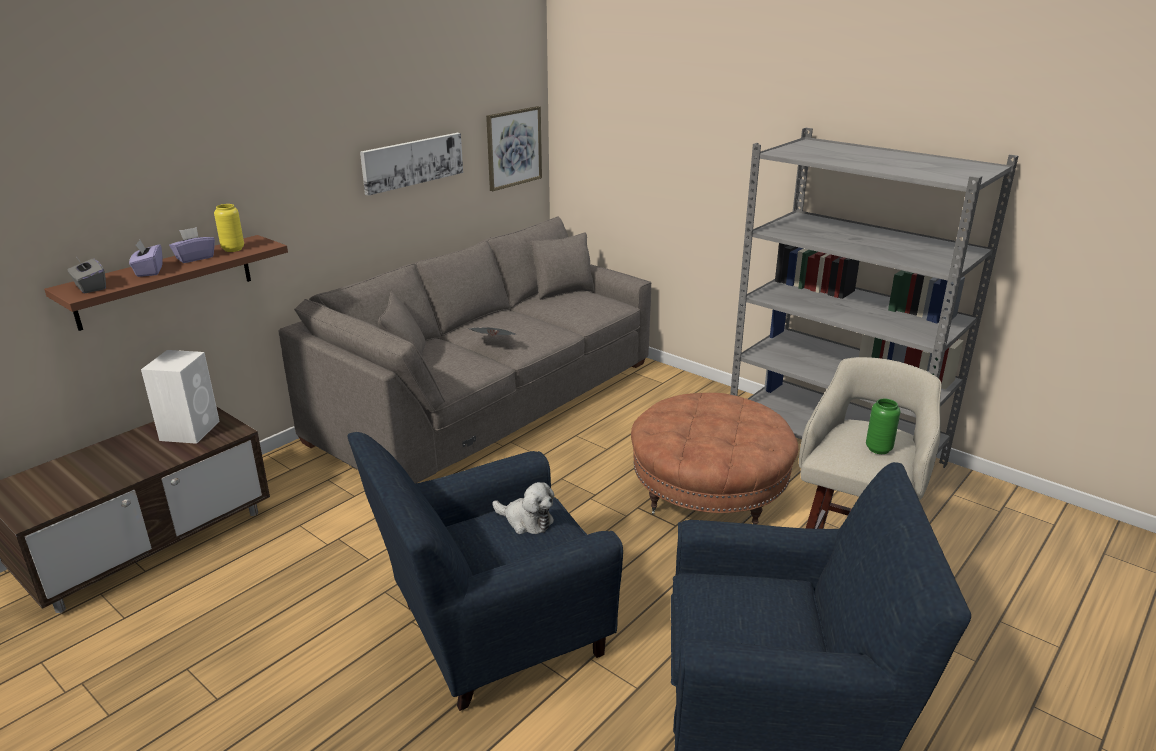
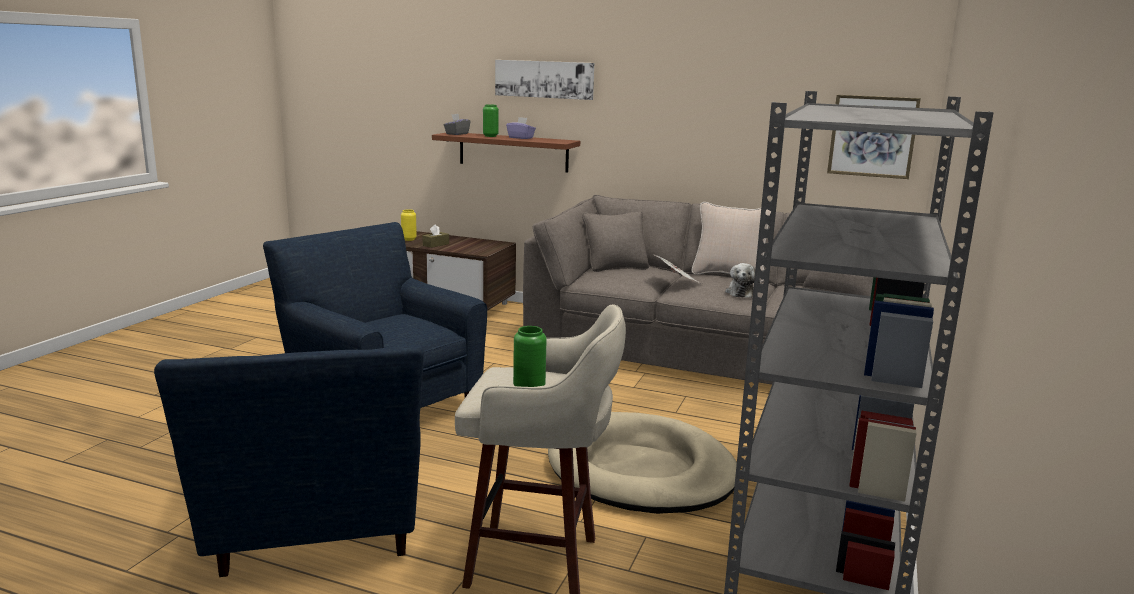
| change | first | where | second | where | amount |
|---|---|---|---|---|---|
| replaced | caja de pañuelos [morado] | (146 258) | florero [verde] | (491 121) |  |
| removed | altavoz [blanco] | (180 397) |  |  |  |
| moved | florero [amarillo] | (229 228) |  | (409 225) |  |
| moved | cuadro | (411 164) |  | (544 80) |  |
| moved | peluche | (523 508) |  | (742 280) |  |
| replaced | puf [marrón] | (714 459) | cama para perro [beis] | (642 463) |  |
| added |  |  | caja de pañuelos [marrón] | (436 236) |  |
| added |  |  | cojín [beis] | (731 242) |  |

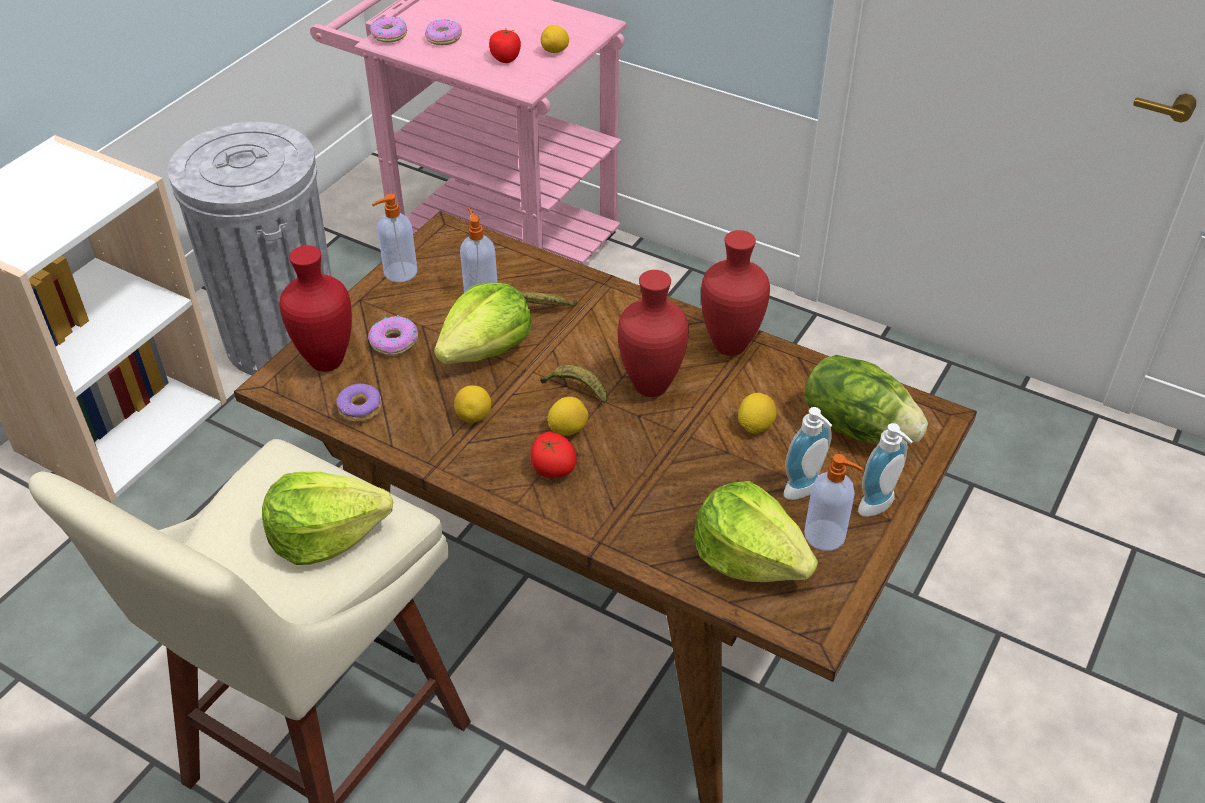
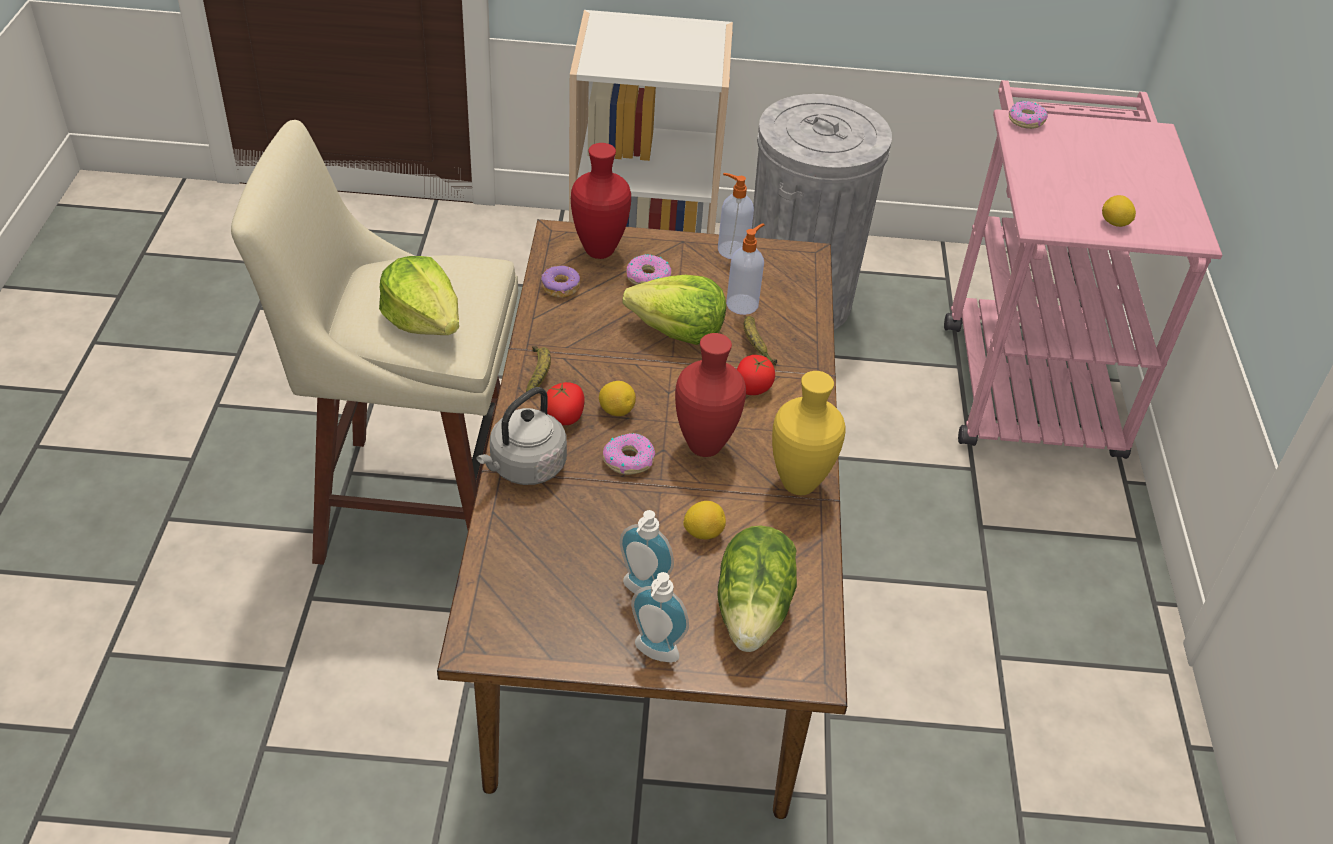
| change | first | where | second | where | amount |
|---|---|---|---|---|---|
| moved | rosquilla | (443 32) |  | (629 454) |  |
| removed | limón | (472 404) |  |  |  |
| moved | tomate | (505 46) |  | (756 375) |  |
| moved | plátano | (573 384) |  | (538 369) |  |
| removed | lechuga | (756 531) |  |  |  |
| recoloured | florero [rojo] | (735 293) | florero [amarillo] | (809 433) |  |
| removed | dispensador de jabón | (833 502) |  |  |  |
| added |  |  | hervidor [gris] | (521 436) |  |

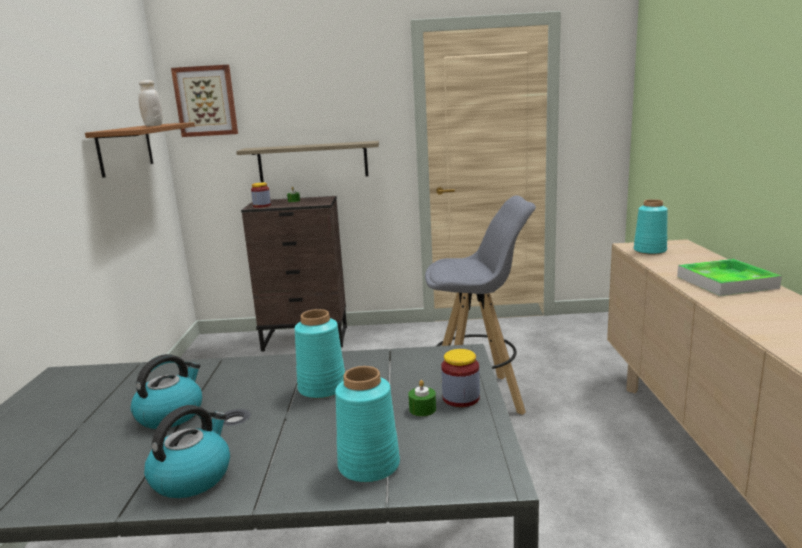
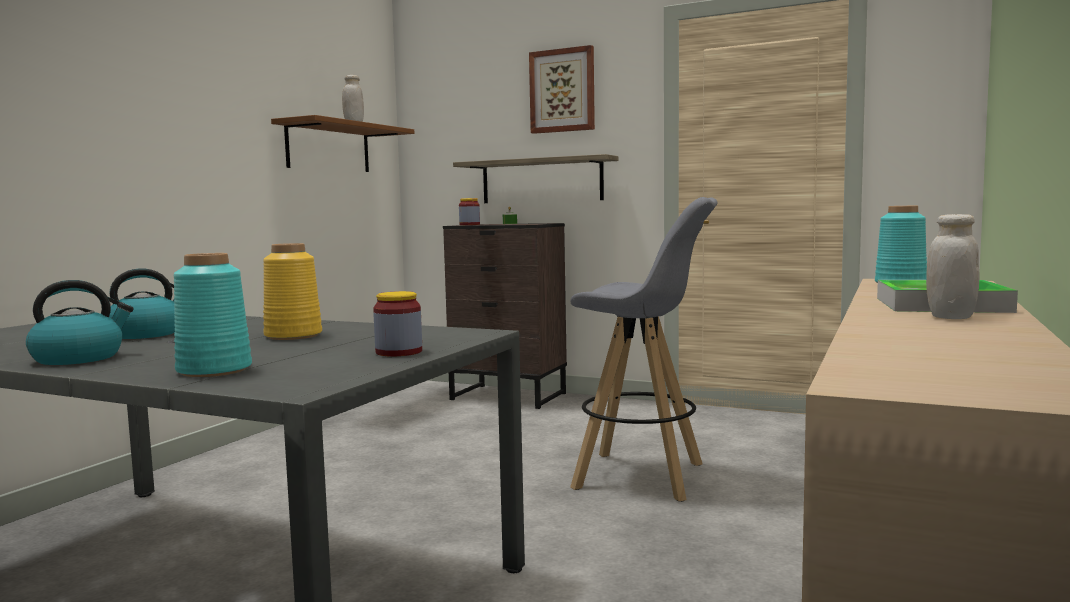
| change | first | where | second | where | amount |
|---|---|---|---|---|---|
| moved | cuadro | (204 101) |  | (562 89) |  |
| recoloured | florero [turquesa] | (319 354) | florero [amarillo] | (292 291) |  |
| removed | vela [verde] | (422 398) |  |  |  |
| added |  |  | tarro [blanco] | (953 266) |  |

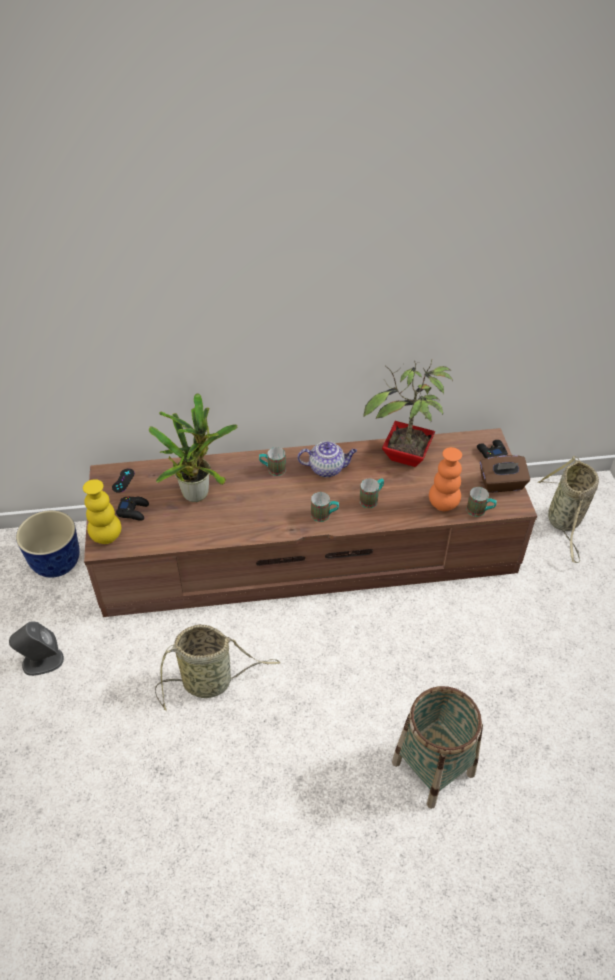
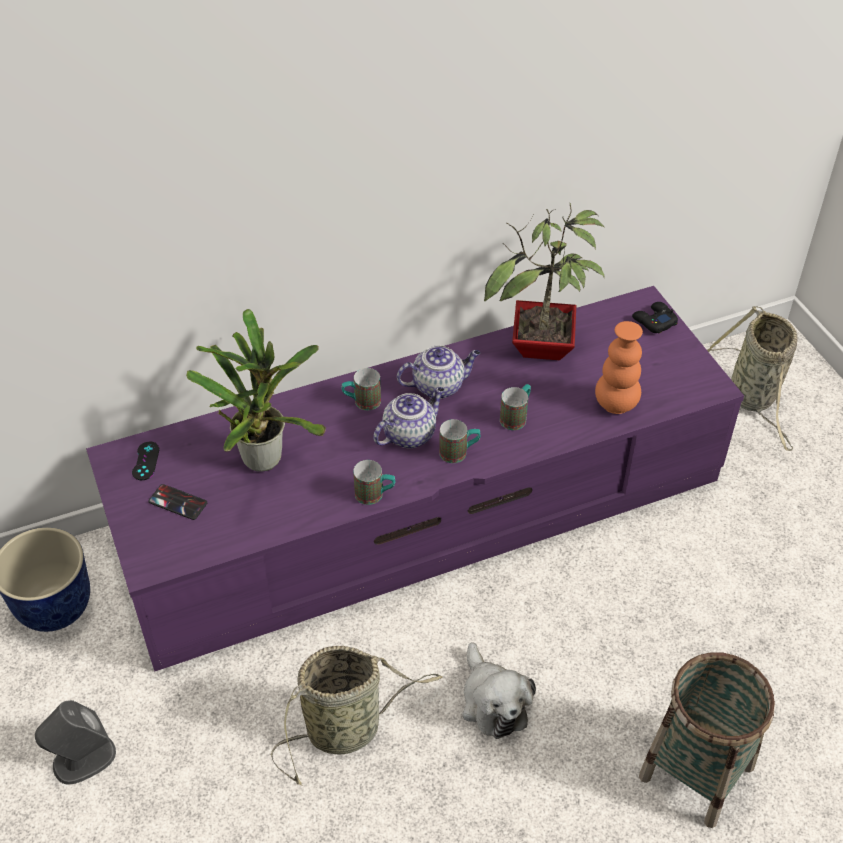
| change | first | where | second | where | amount |
|---|---|---|---|---|---|
| removed | florero [amarillo] | (102 511) |  |  |  |
| recoloured | mueble de televisión [marrón] | (310 522) | mueble de televisión [morado] | (415 479) |  |
| replaced | mando de consola [negro] | (132 508) | móvil | (178 502) |  |
| moved | taza grande | (482 502) |  | (374 482) |  |
| removed | caja de pañuelos [marrón] | (505 474) |  |  |  |
| added |  |  | tetera | (408 417) |  |
| added |  |  | peluche | (499 690) |  |

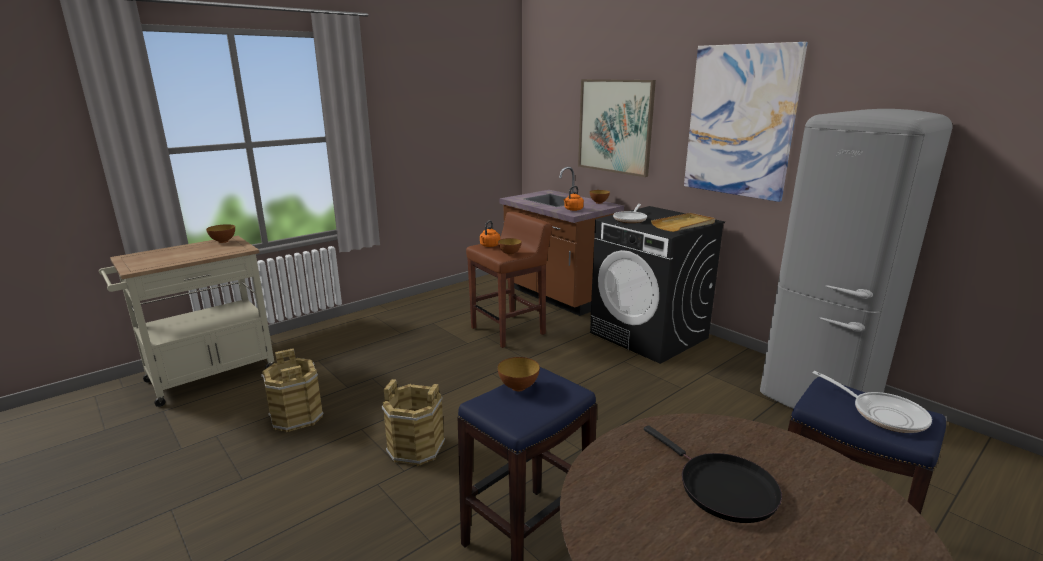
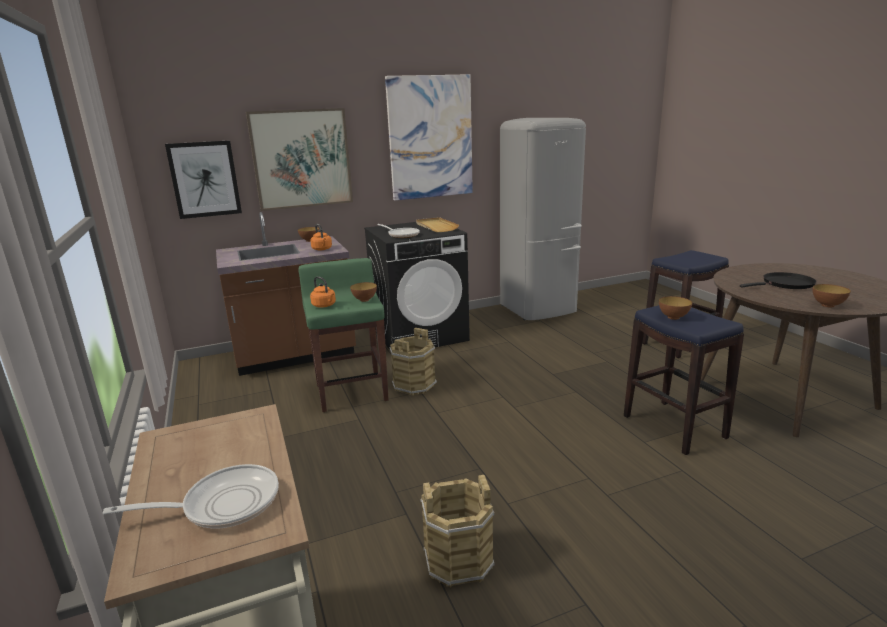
| change | first | where | second | where | amount |
|---|---|---|---|---|---|
| moved | cuenco | (220 233) |  | (831 296) |  |
| moved | cubo [marrón] | (413 422) |  | (413 361) |  |
| recoloured | taburete [marrón] | (509 280) | taburete [verde] | (343 335) |  |
| moved | sartén | (872 402) |  | (191 496) |  |
| added |  |  | cuadro | (203 179) |  |

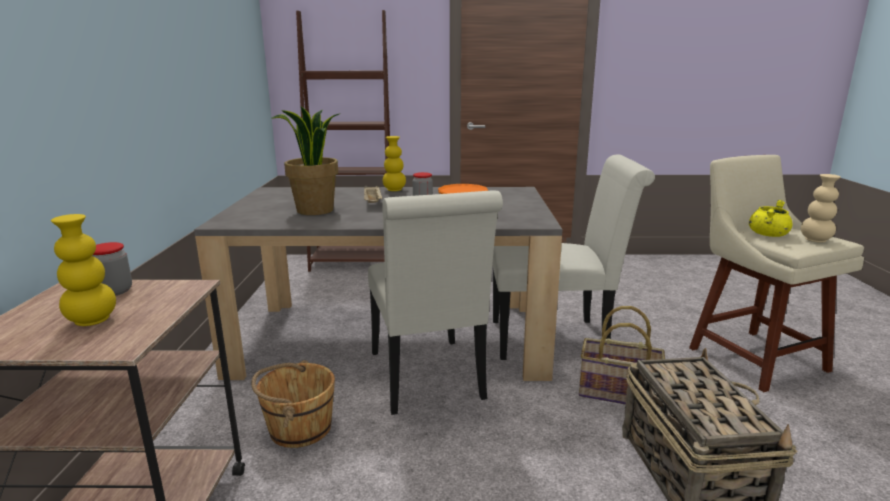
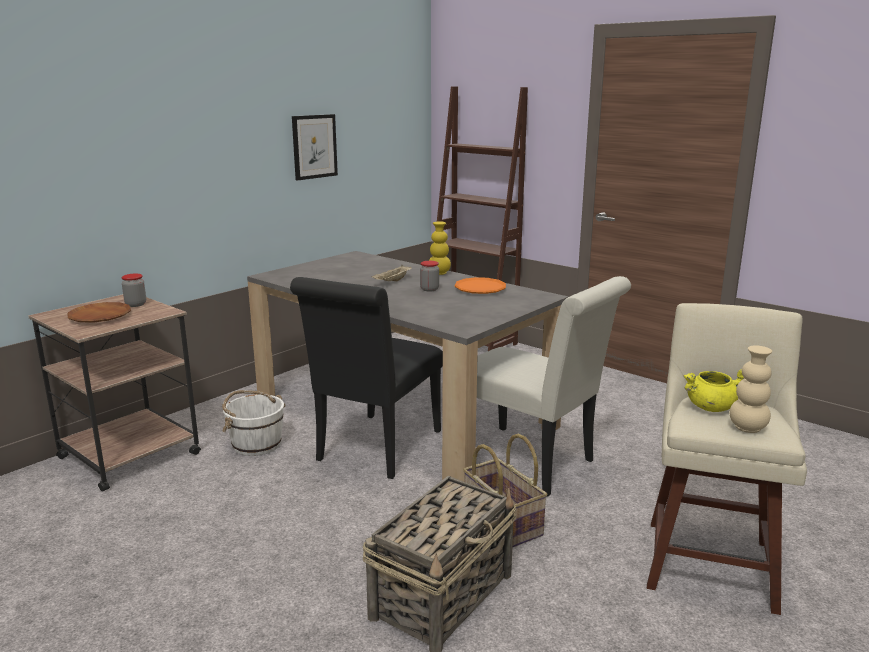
| change | first | where | second | where | amount |
|---|---|---|---|---|---|
| replaced | florero [amarillo] | (83 270) | plato [marrón] | (99 312) |  |
| recoloured | cubo [marrón] | (293 404) | cubo [blanco] | (254 423) |  |
| removed | planta en maceta | (306 160) |  |  |  |
| recoloured | silla [blanco] | (435 302) | silla [negro] | (366 378) |  |
| added |  |  | cuadro | (315 147) |  |

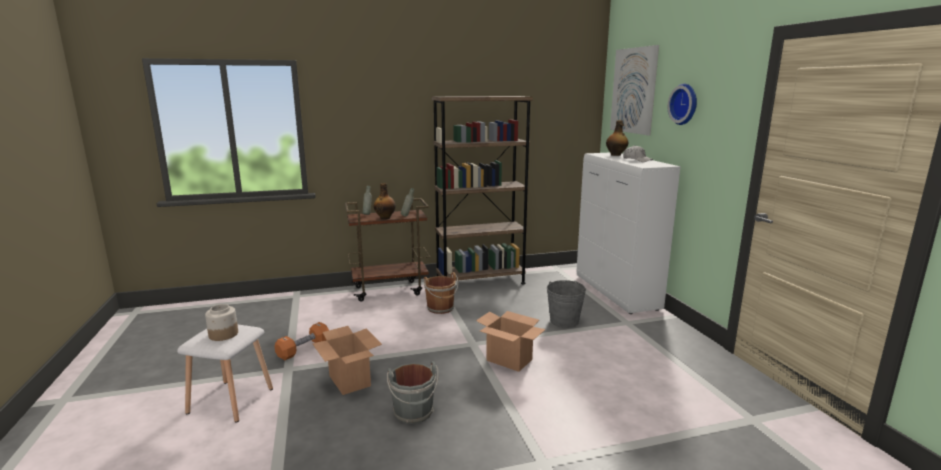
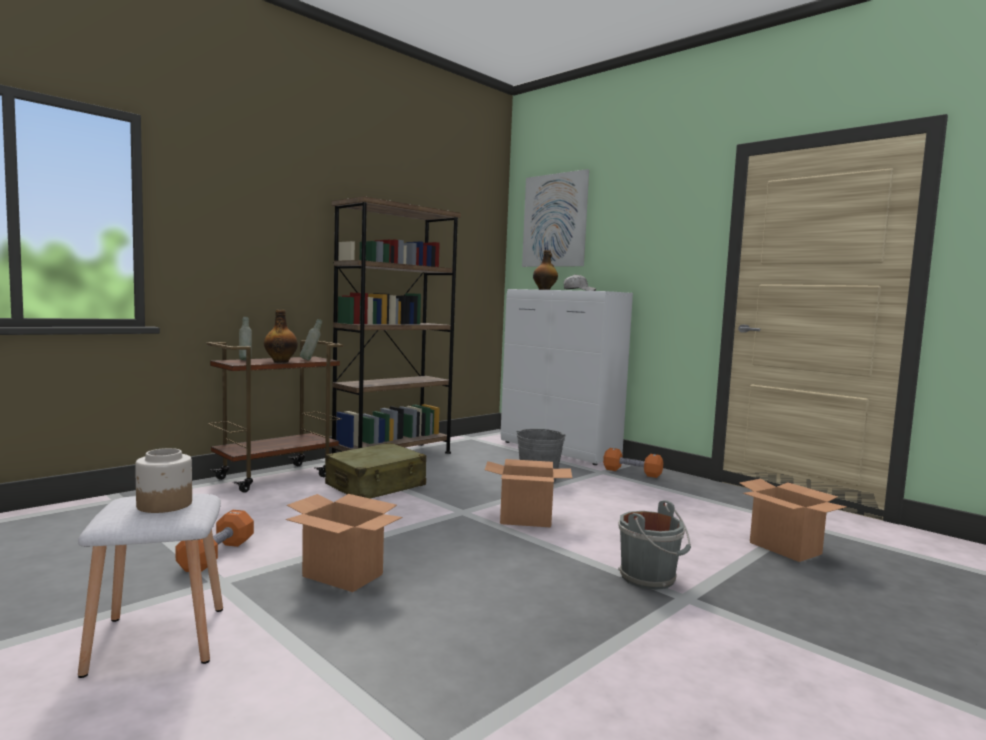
| change | first | where | second | where | amount |
|---|---|---|---|---|---|
| moved | cubo [gris] | (413 392) |  | (654 545) |  |
| replaced | cubo [marrón] | (441 293) | maleta [beis] | (375 470) |  |
| removed | reloj de pared | (682 104) |  |  |  |
| added |  |  | mancuerna [naranja] | (633 463) |  |
| added |  |  | caja de cartón | (793 520) |  |

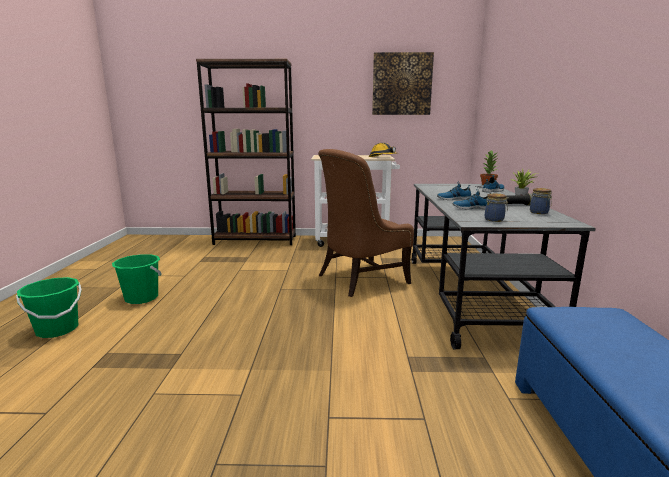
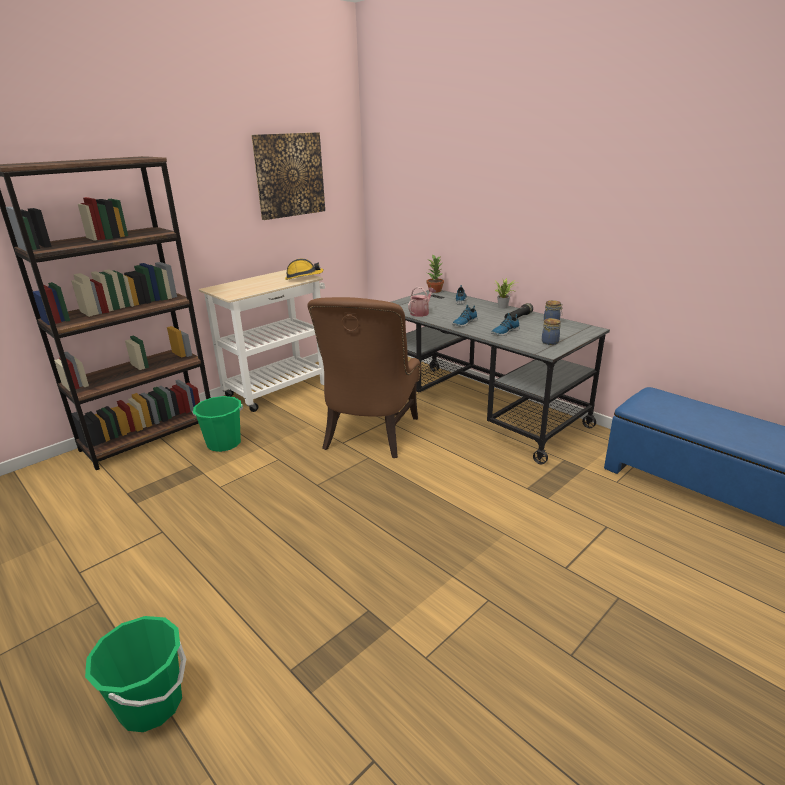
| change | first | where | second | where | amount |
|---|---|---|---|---|---|
| moved | cubo [verde] | (137 279) |  | (217 424) |  |
| added |  |  | regadera | (422 302) |  |

